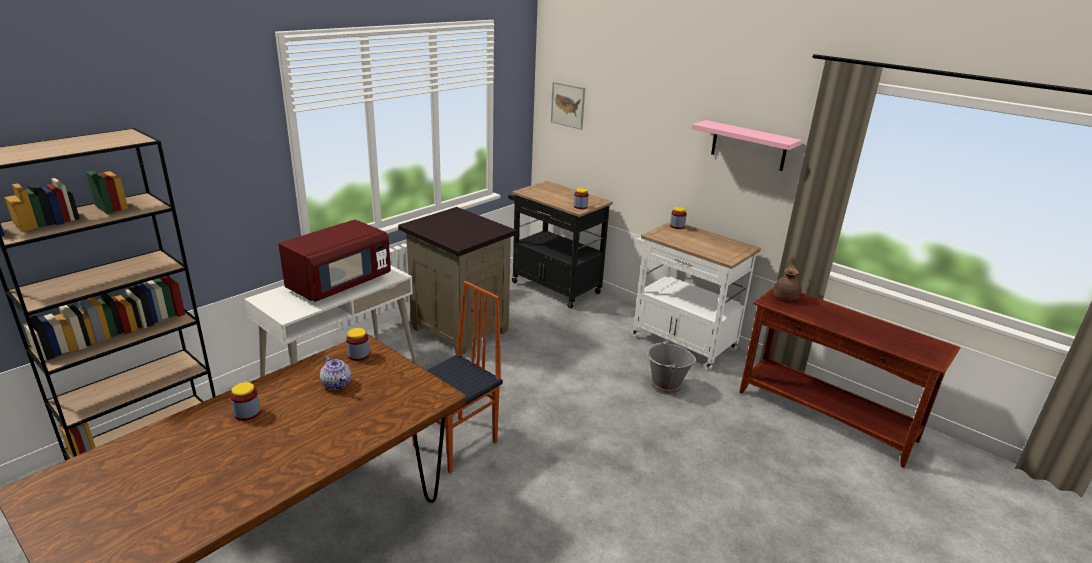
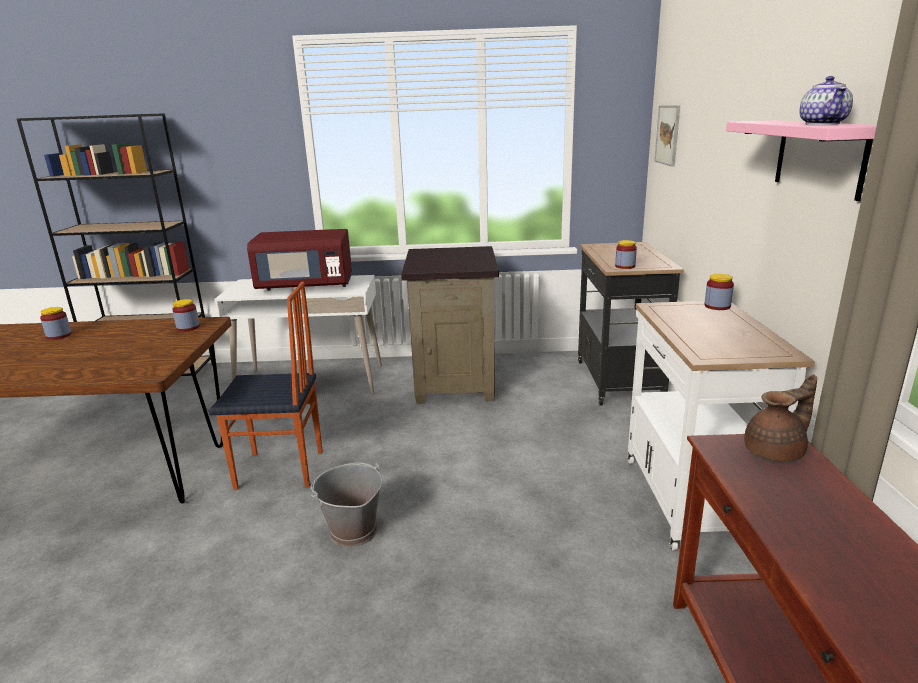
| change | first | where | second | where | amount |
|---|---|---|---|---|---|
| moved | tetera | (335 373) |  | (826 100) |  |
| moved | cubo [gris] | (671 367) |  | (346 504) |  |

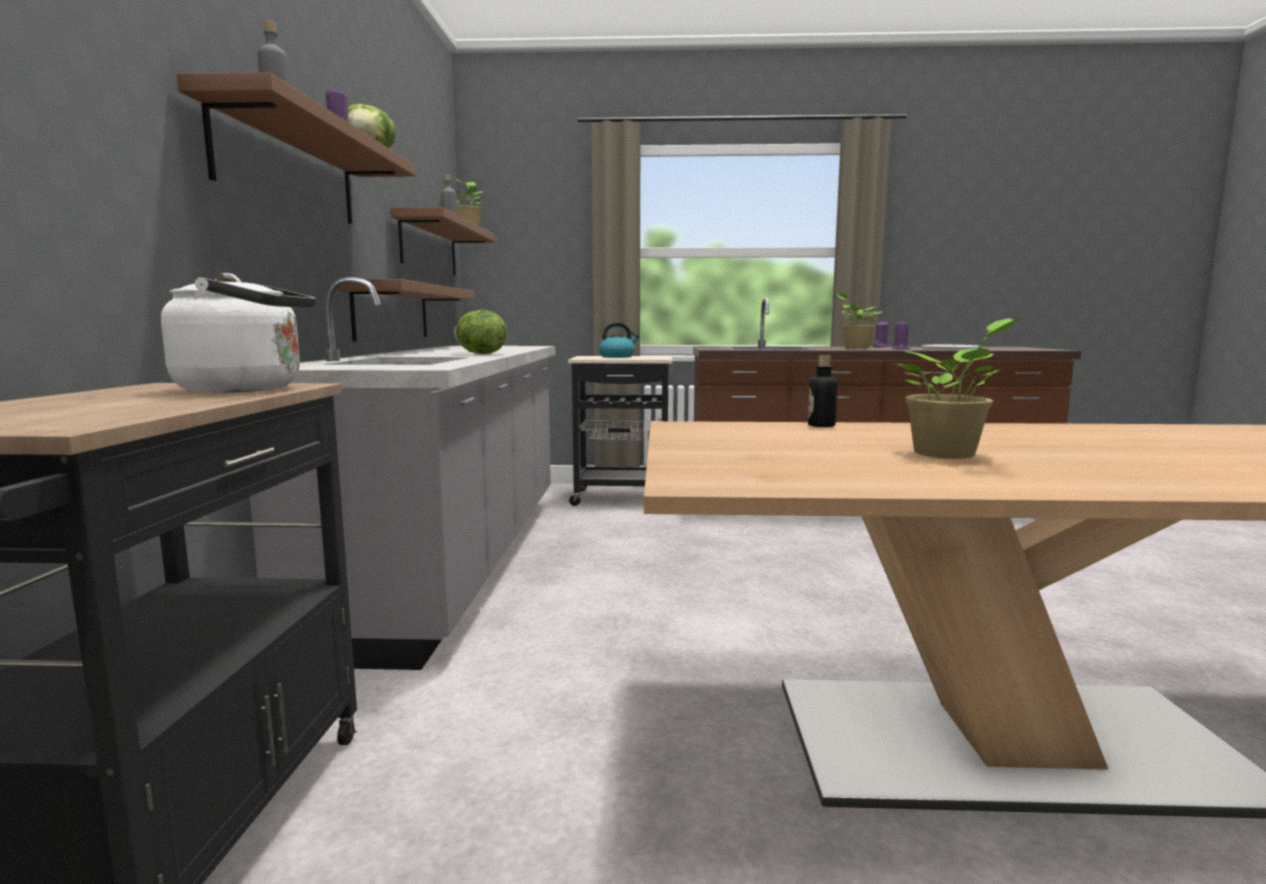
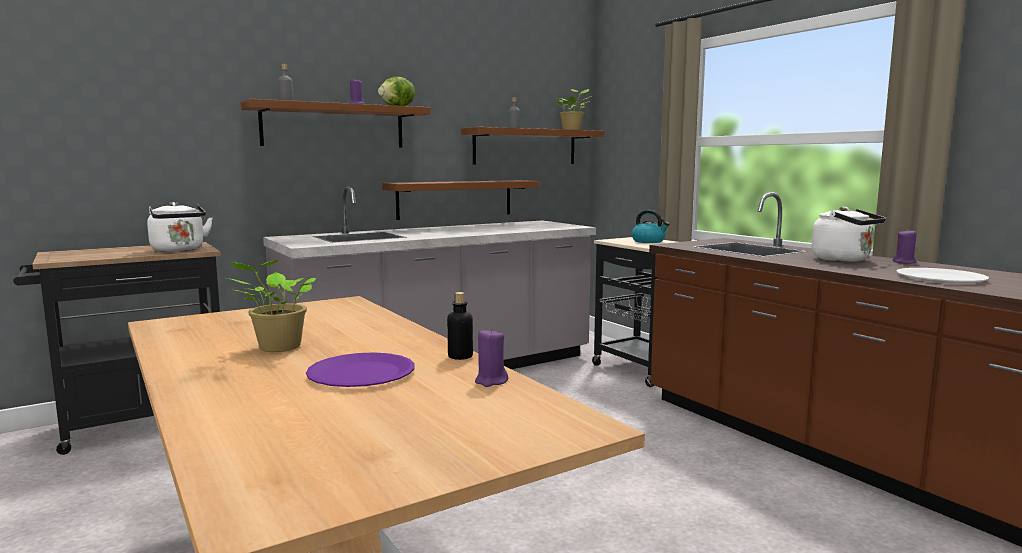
| change | first | where | second | where | amount |
|---|---|---|---|---|---|
| removed | lechuga | (480 332) |  |  |  |
| moved | botella | (823 391) |  | (460 326) |  |
| replaced | planta en maceta | (859 320) | hervidor [blanco] | (849 234) |  |
| moved | vela [morado] | (901 335) |  | (491 357) |  |
| added |  |  | plato [morado] | (360 369) |  |

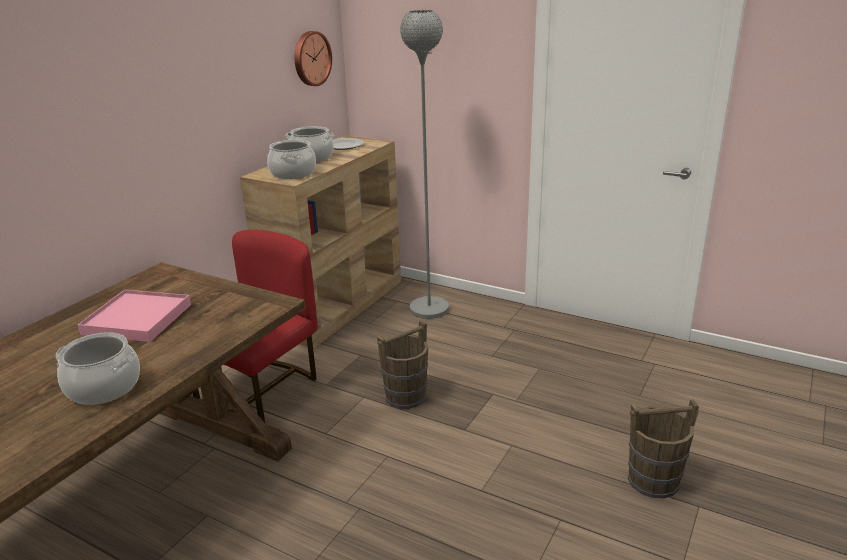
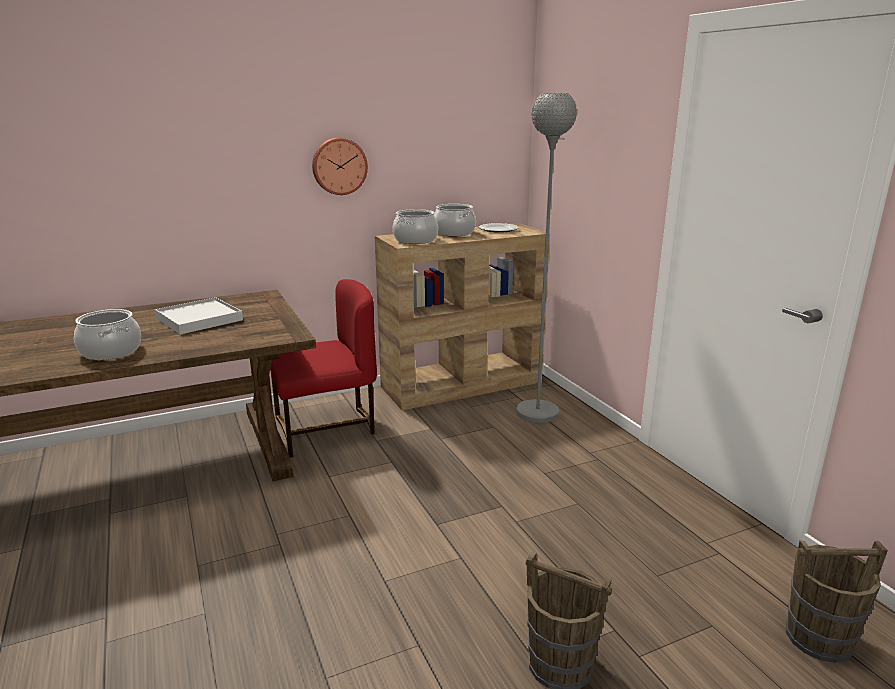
| change | first | where | second | where | amount |
|---|---|---|---|---|---|
| recoloured | bandeja [rosa] | (134 316) | bandeja [blanco] | (199 316) |  |
| moved | reloj de pared | (313 58) |  | (340 166) |  |
| moved | cubo [marrón] | (402 364) |  | (837 601) |  |

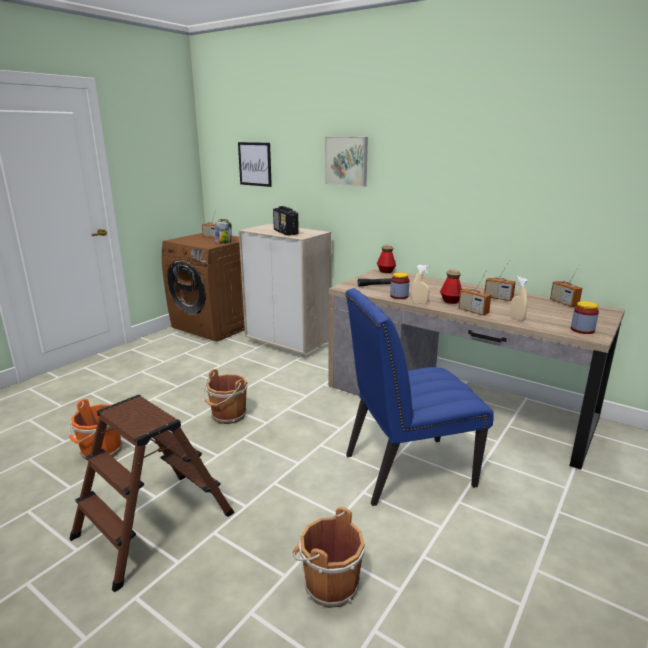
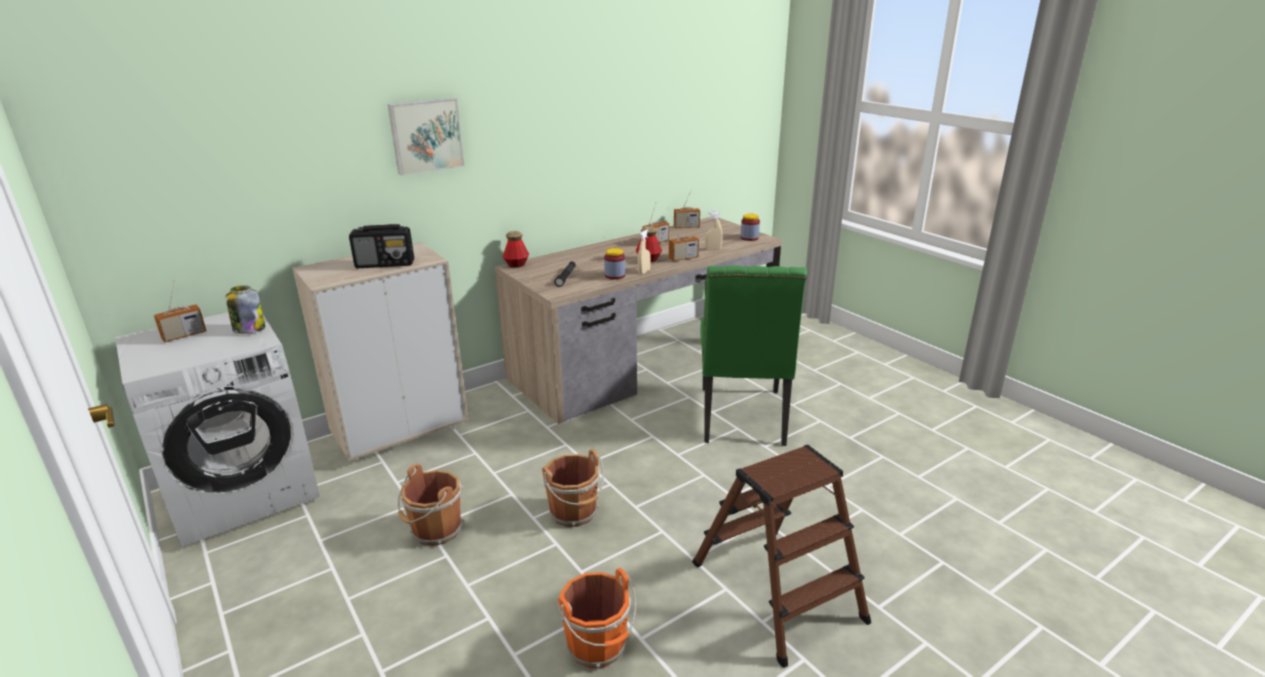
| change | first | where | second | where | amount |
|---|---|---|---|---|---|
| recoloured | lavadora [marrón] | (203 287) | lavadora [blanco] | (217 429) |  |
| removed | cuadro | (255 164) |  |  |  |
| moved | cubo [marrón] | (328 557) |  | (431 505) |  |
| recoloured | silla [azul] | (420 397) | silla [verde] | (753 356) |  |

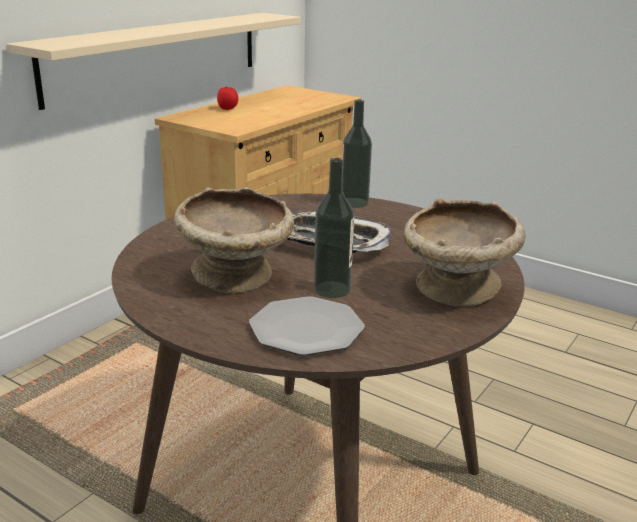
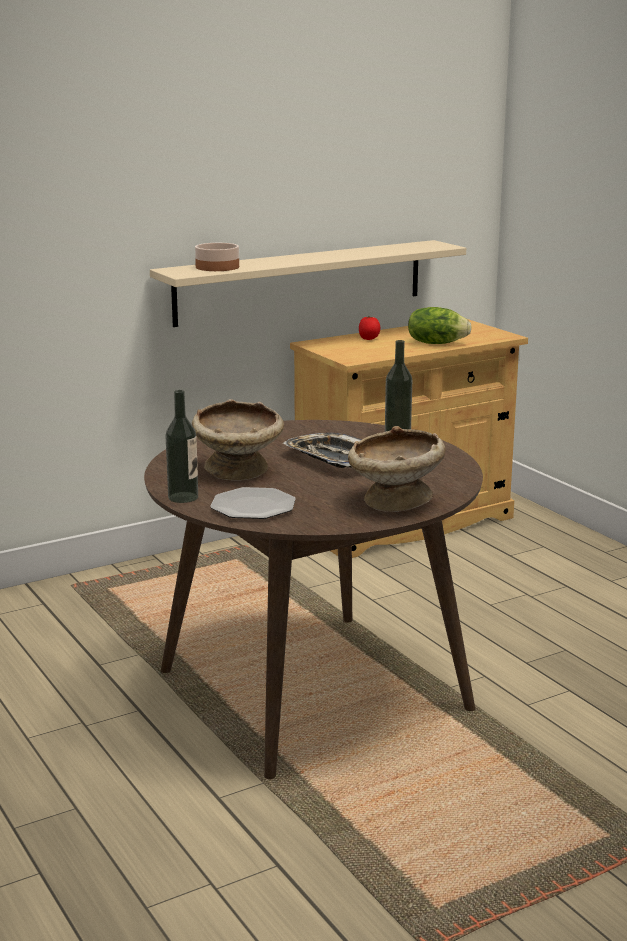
| change | first | where | second | where | amount |
|---|---|---|---|---|---|
| moved | botella | (334 228) |  | (182 446) |  |
| added |  |  | cuenco | (217 257) |  |
| added |  |  | lechuga | (440 325) |  |

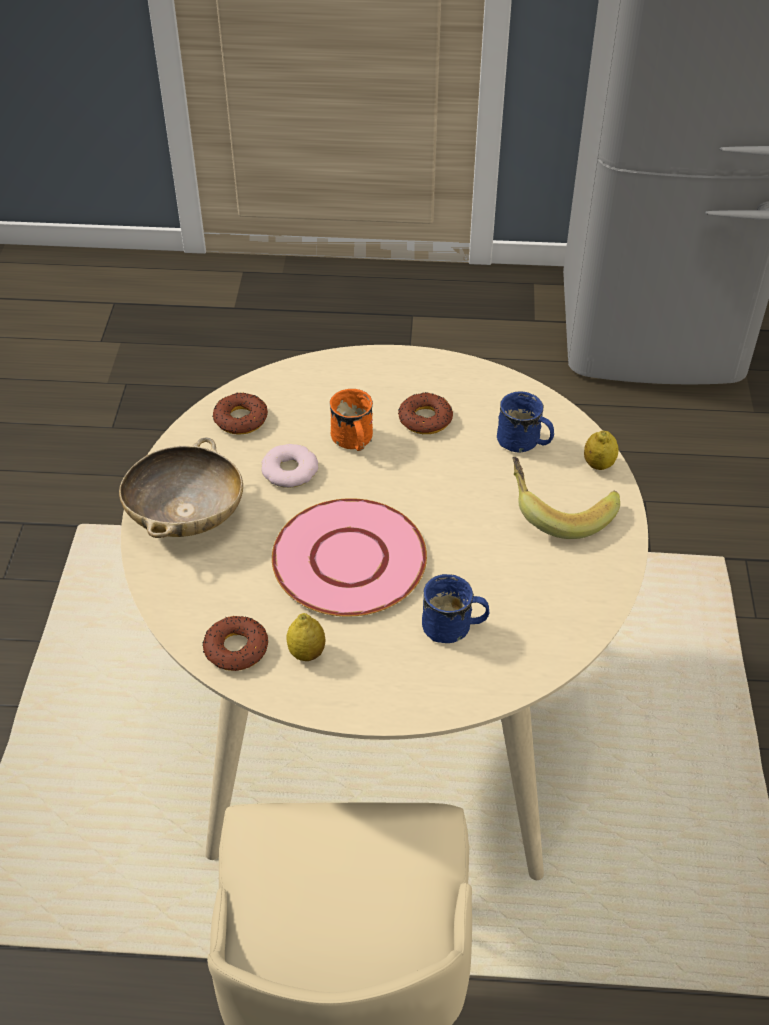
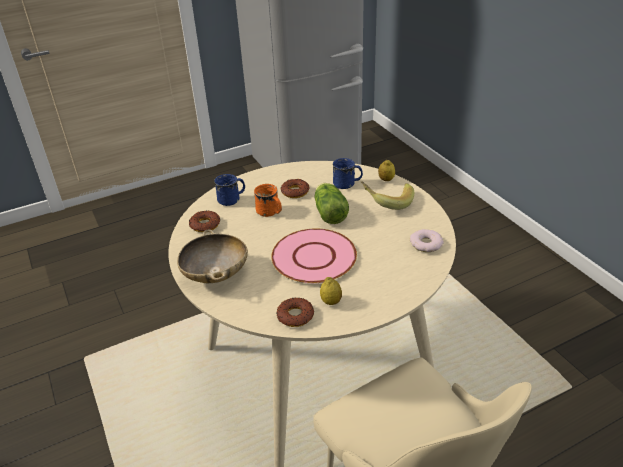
| change | first | where | second | where | amount |
|---|---|---|---|---|---|
| moved | rosquilla | (289 466) |  | (427 240) |  |
| moved | taza grande [azul] | (456 608) |  | (229 190) |  |
| added |  |  | lechuga | (332 203) |  |

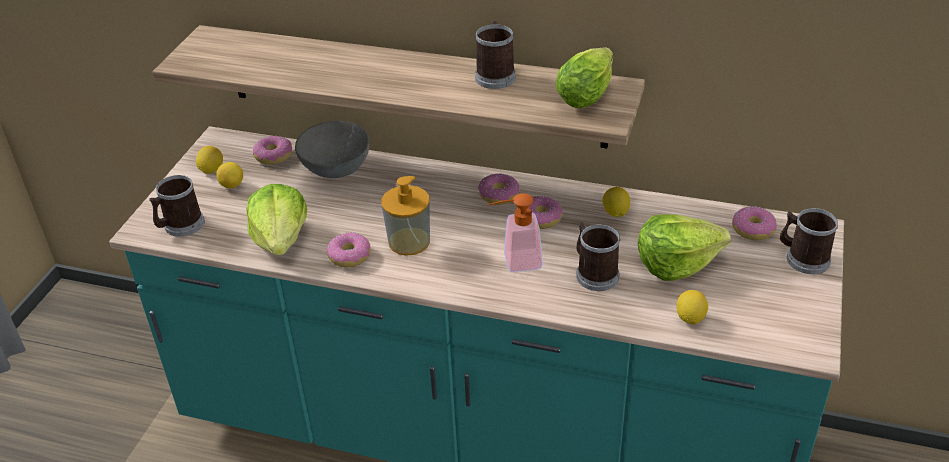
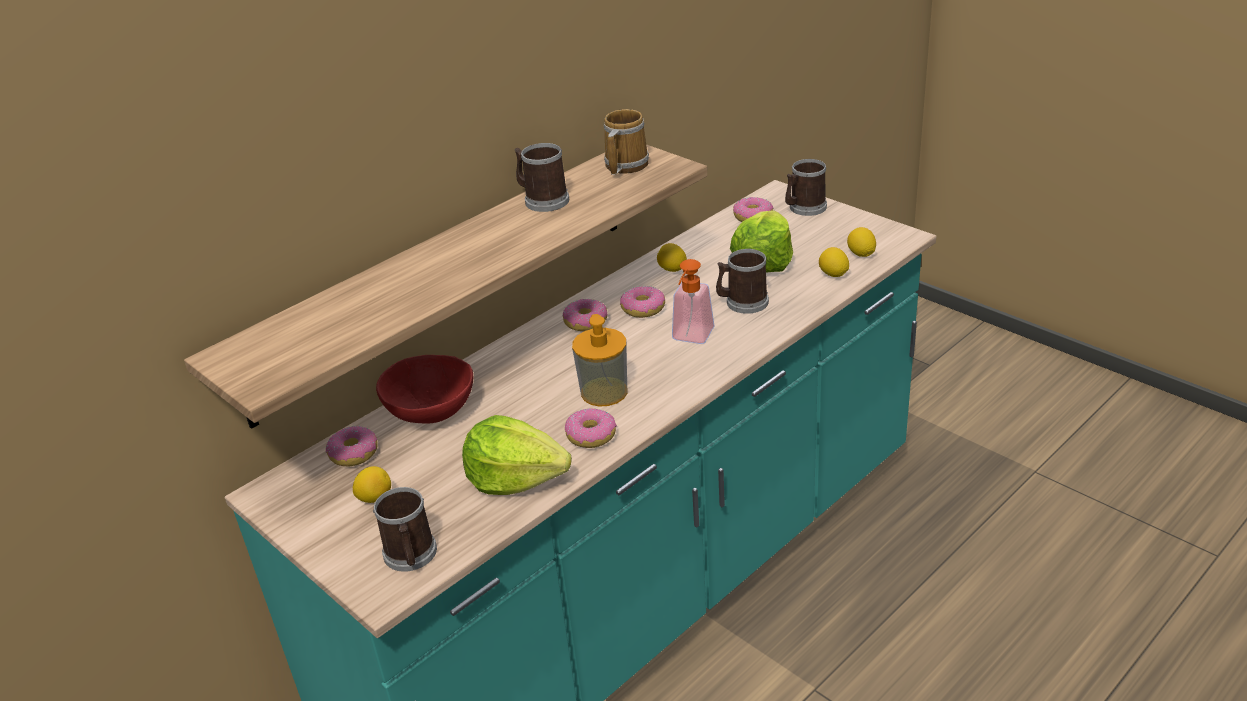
| change | first | where | second | where | amount |
|---|---|---|---|---|---|
| moved | limón | (209 160) |  | (861 242) |  |
| recoloured | cuenco [gris] | (332 149) | cuenco [rojo] | (424 389) |  |
| replaced | lechuga | (584 77) | taza grande | (626 142) |  |

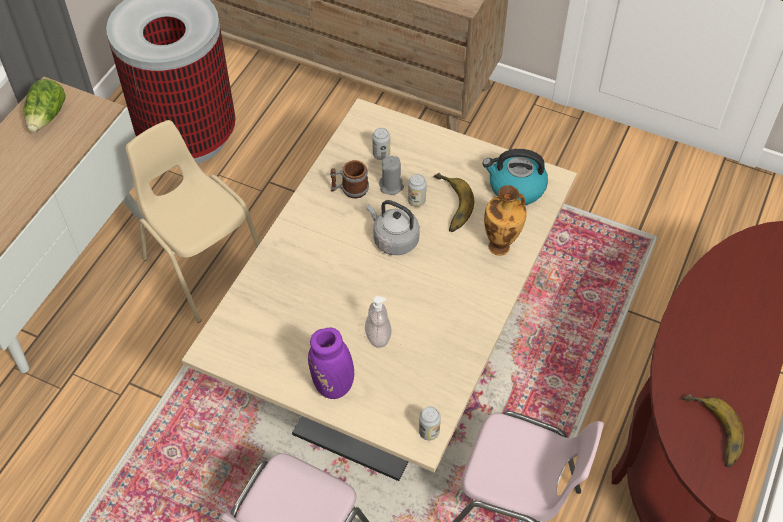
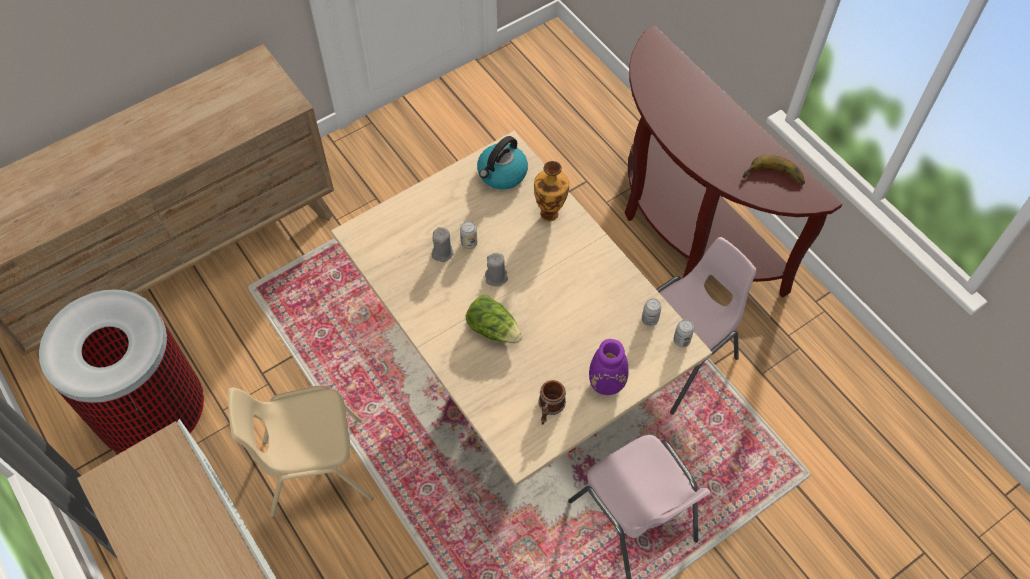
| change | first | where | second | where | amount |
|---|---|---|---|---|---|
| moved | lechuga | (45 105) |  | (494 319) |  |
| moved | taza grande | (349 179) |  | (552 402) |  |
| removed | dispensador de jabón | (378 322) |  |  |  |
| replaced | hervidor [gris] | (393 227) | vela [gris] | (496 270) |  |
| moved | lata | (381 144) |  | (652 312) |  |
| removed | plátano | (453 202) |  |  |  |

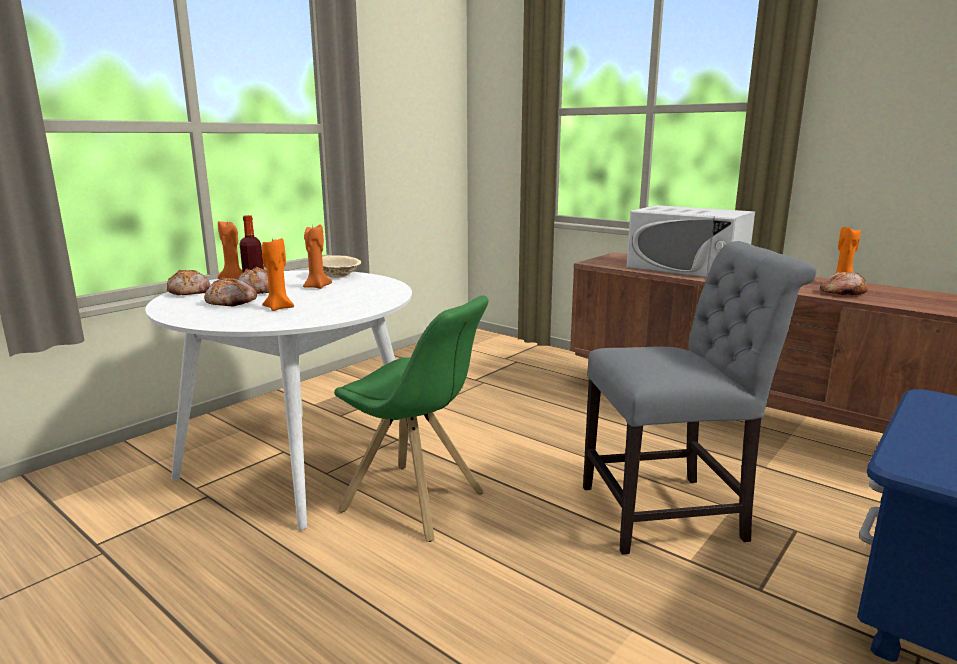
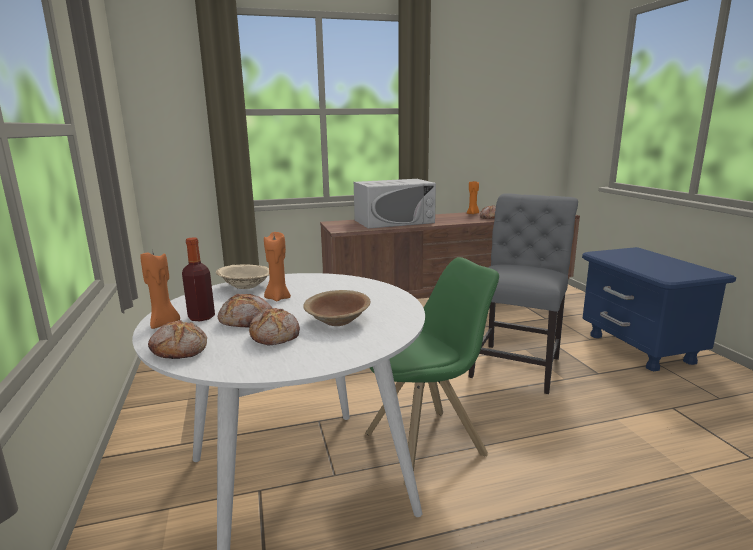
| change | first | where | second | where | amount |
|---|---|---|---|---|---|
| replaced | vela [naranja] | (278 274) | cuenco [marrón] | (336 308) |  |

